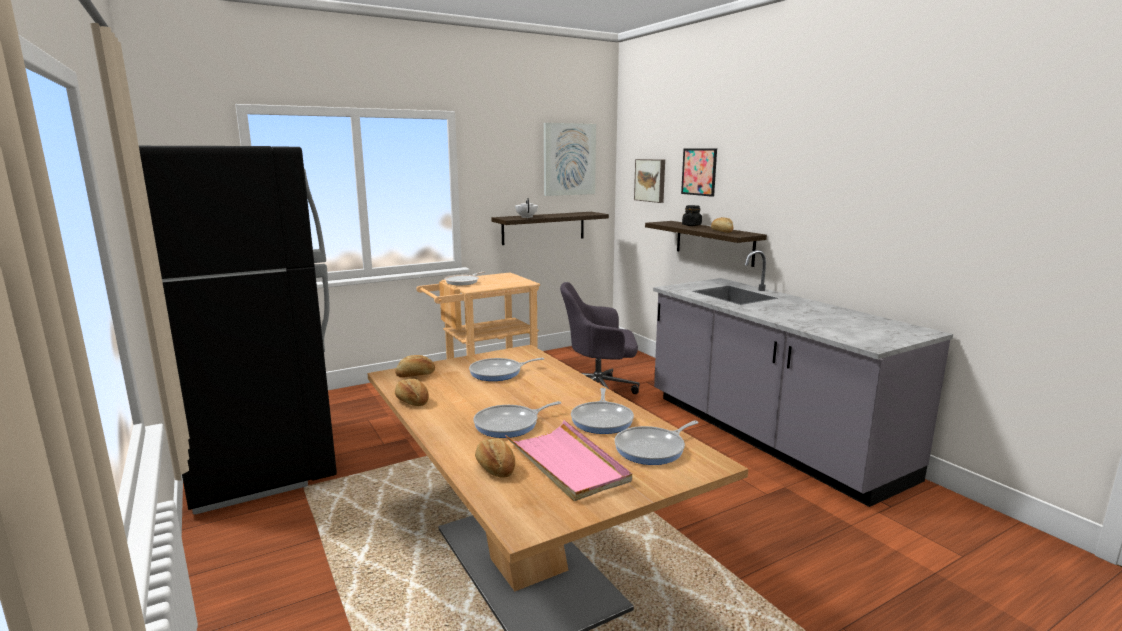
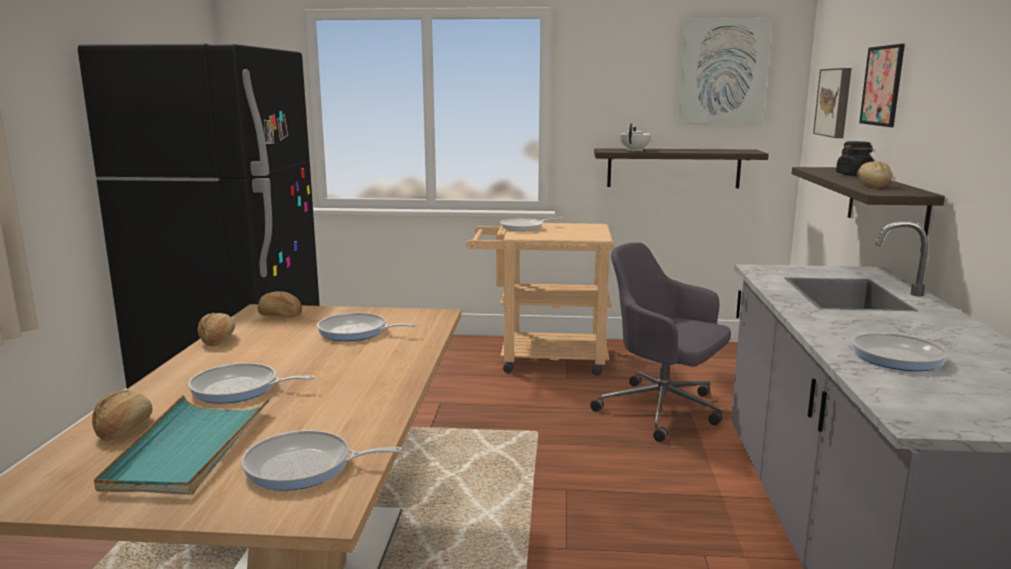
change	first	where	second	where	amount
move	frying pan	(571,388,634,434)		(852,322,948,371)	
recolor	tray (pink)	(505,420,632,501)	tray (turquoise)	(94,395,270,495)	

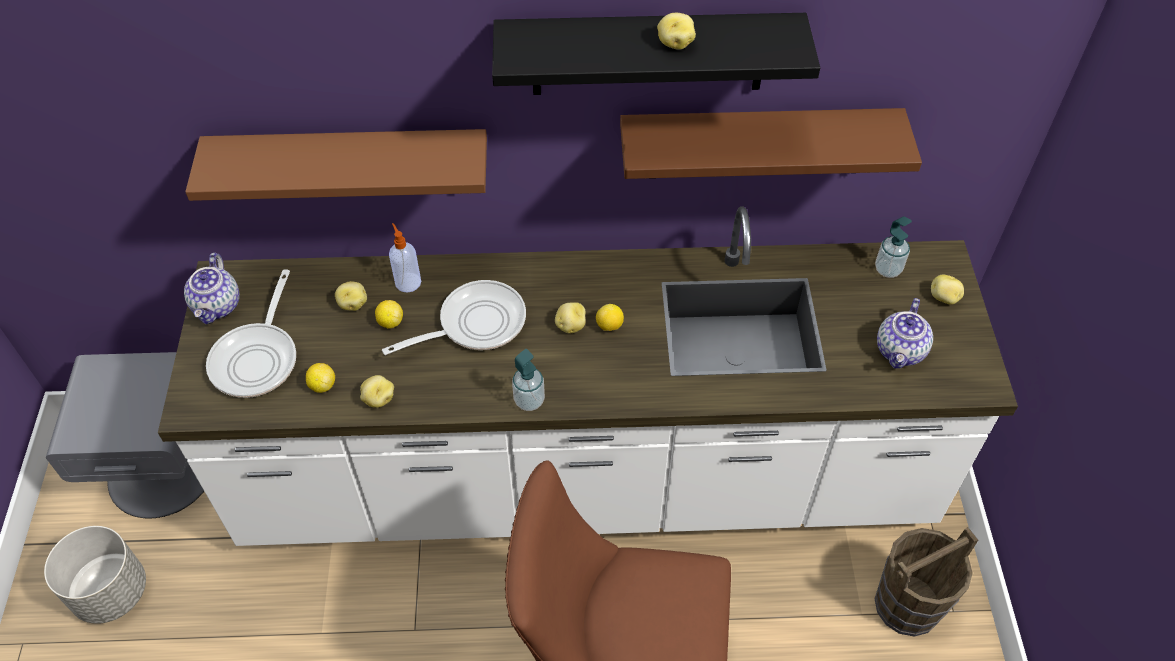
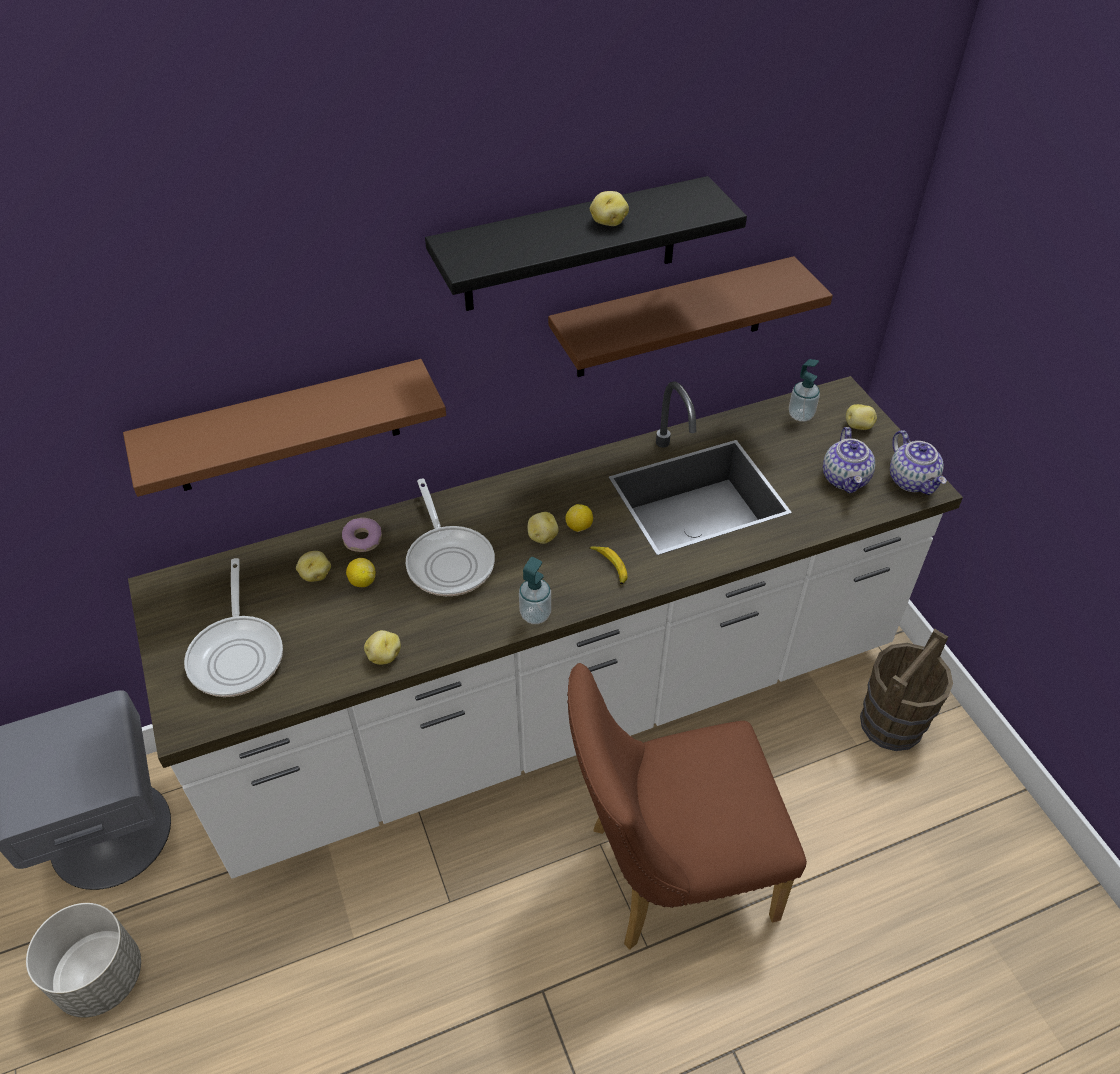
change	first	where	second	where	amount
delete	lemon	(306,363,335,393)			
insert			banana	(589,546,627,585)	
move	teapot	(184,253,240,324)		(890,430,947,495)	
replace	soap dispenser	(389,223,421,292)	donut	(342,518,382,552)	
rotate	frying pan	(382,280,526,355)		(406,478,495,596)	120 degrees clockwise

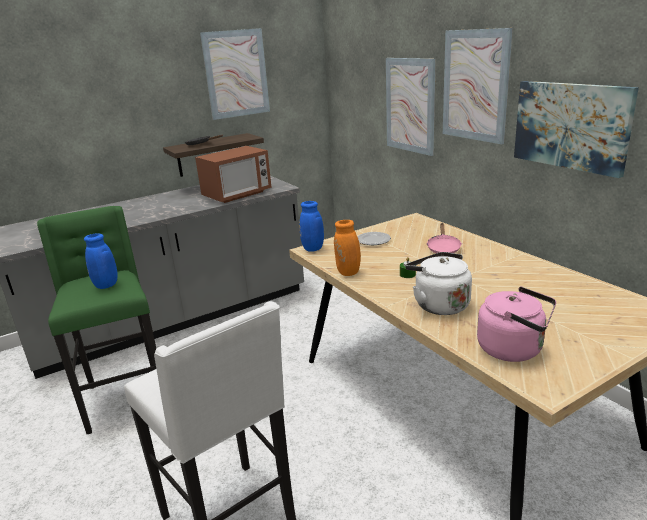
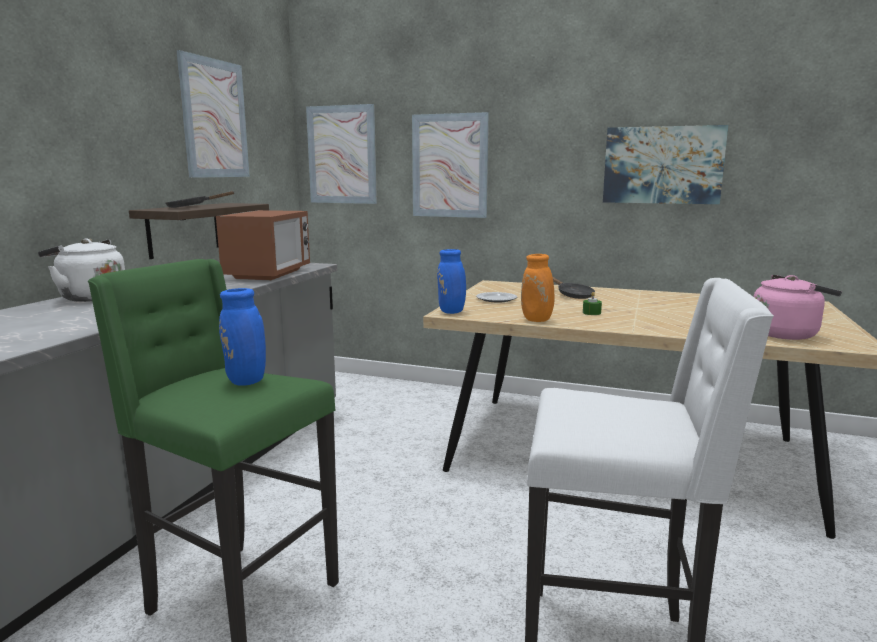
change	first	where	second	where	amount
move	kettle (white)	(405,252,472,315)		(38,238,125,302)	
move	picture	(443,28,513,144)		(306,104,377,204)	
recolor	frying pan (pink)	(426,223,462,253)	frying pan (black)	(553,277,595,299)	

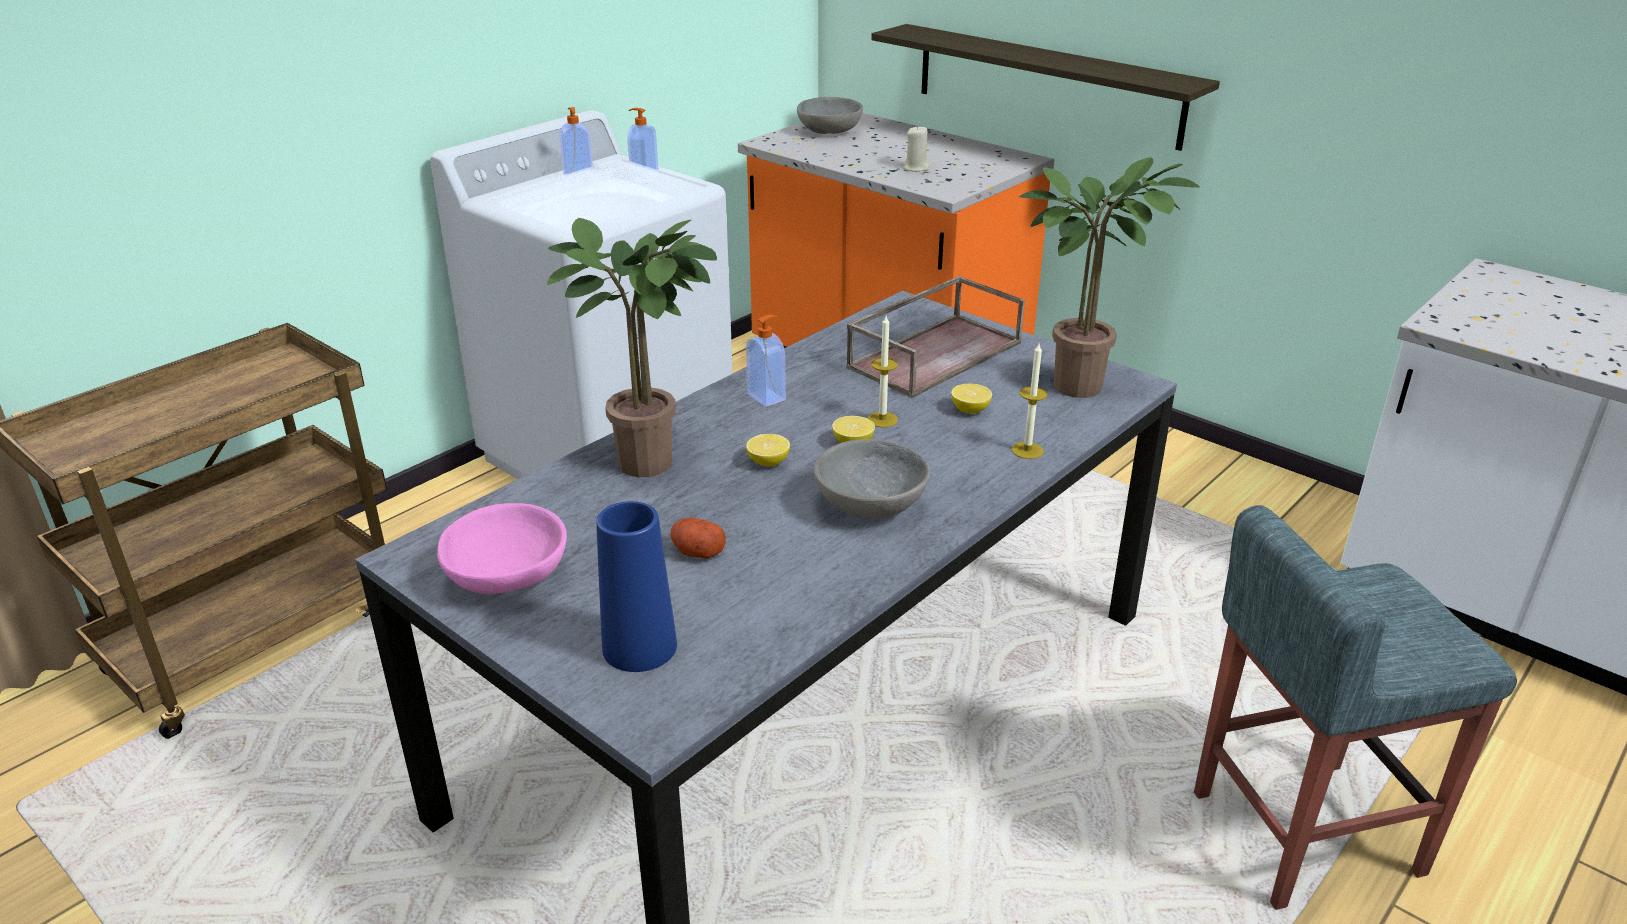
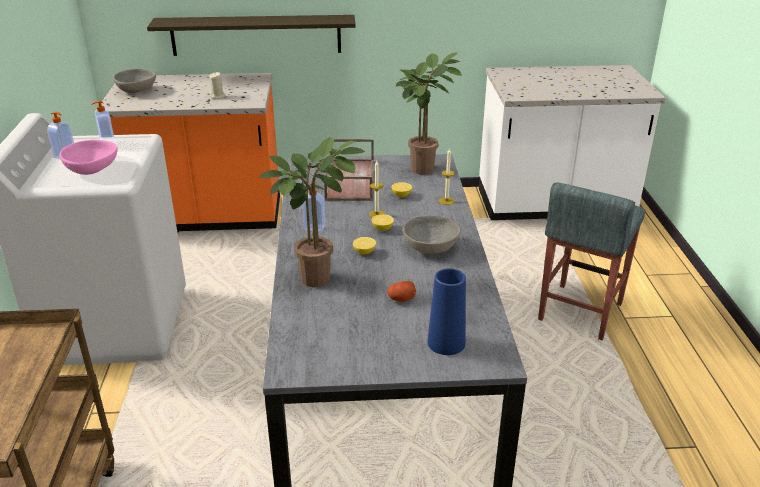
change	first	where	second	where	amount
move	bowl (pink)	(437,503,567,594)		(59,140,118,175)	

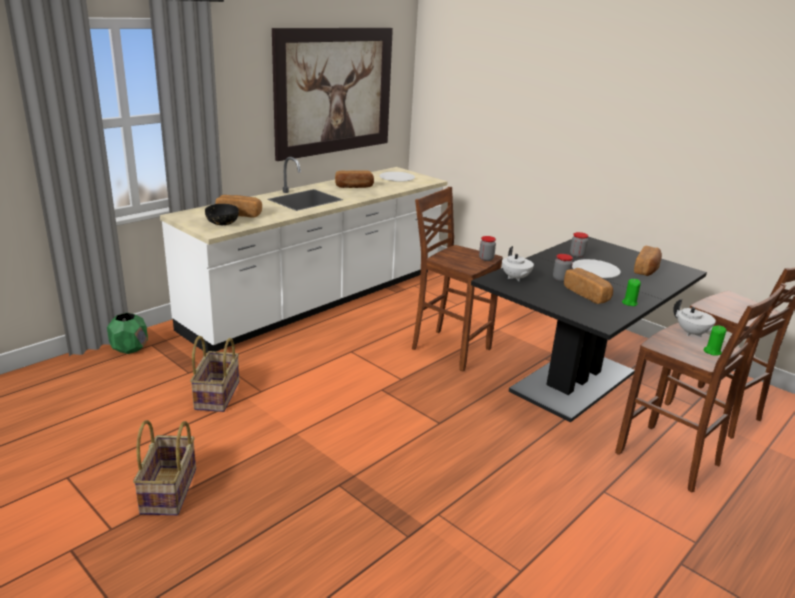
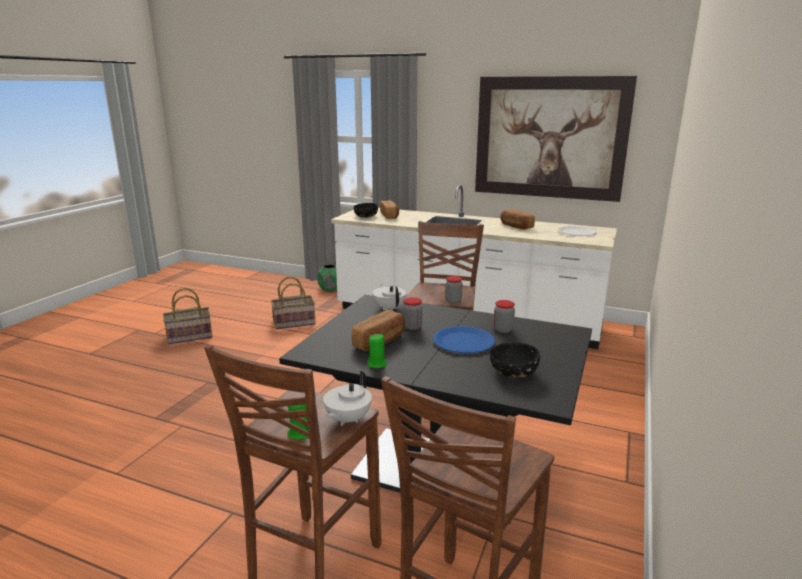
change	first	where	second	where	amount
replace	bread	(634,246,662,276)	bowl (black)	(490,342,540,378)	
recolor	plate (white)	(572,259,620,278)	plate (blue)	(433,326,495,353)	
rotate	teapot (white)	(502,246,534,281)		(373,284,407,311)	105 degrees clockwise

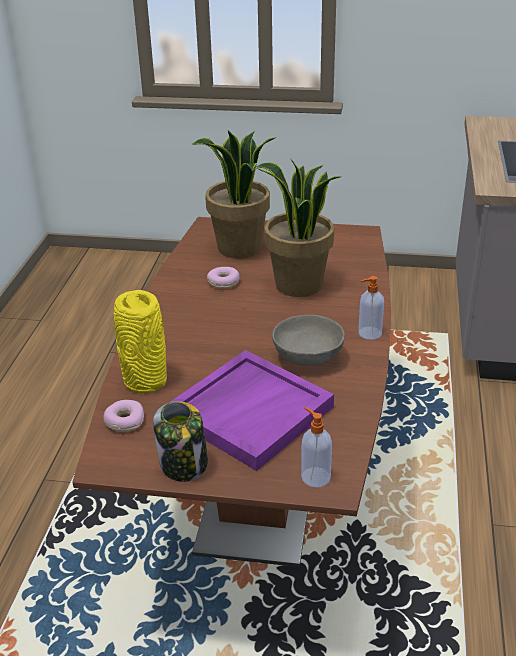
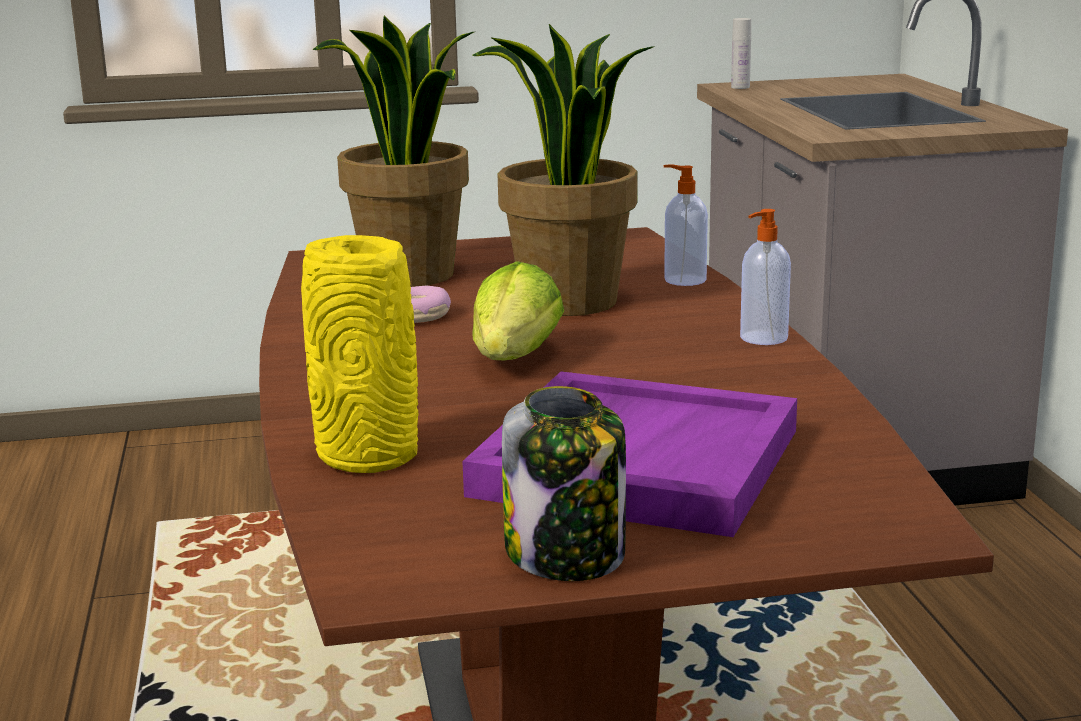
change	first	where	second	where	amount
delete	donut	(103,400,144,432)			
delete	bowl (grey)	(272,315,345,365)			
insert			lettuce	(472,261,564,360)	
insert			bottle (white)	(731,18,751,89)	
move	soap dispenser	(301,407,332,488)		(663,164,708,286)	

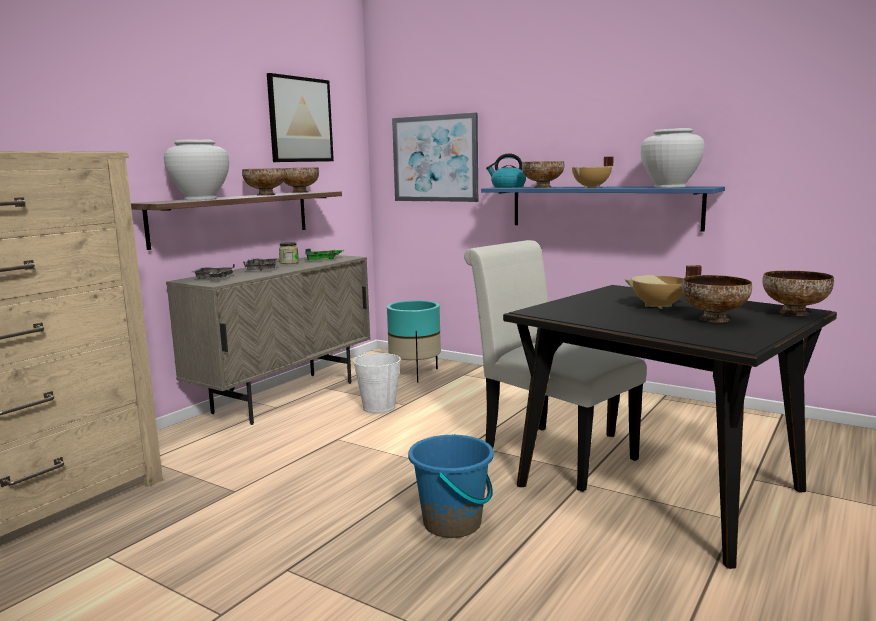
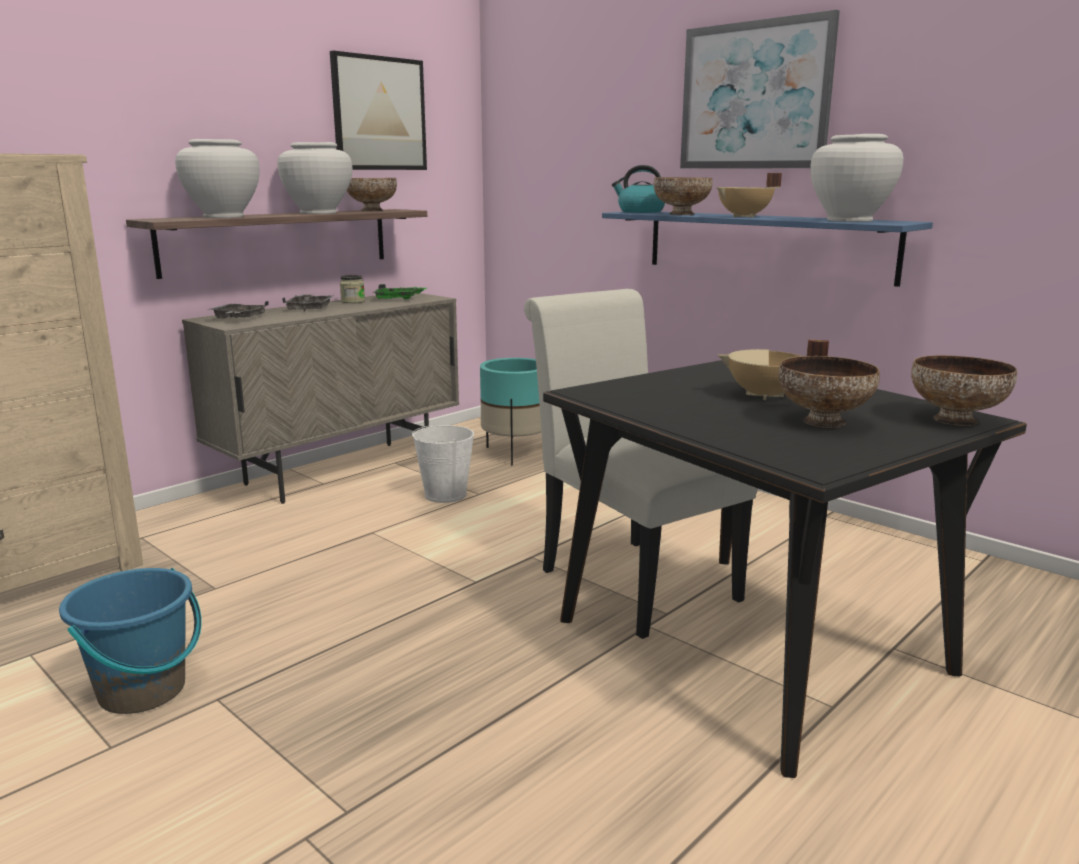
change	first	where	second	where	amount
move	picture	(392,113,478,202)		(680,10,840,169)	
move	bucket (blue)	(408,434,494,538)		(59,568,202,714)	
replace	bowl	(242,168,286,196)	vase (white)	(277,142,352,214)	

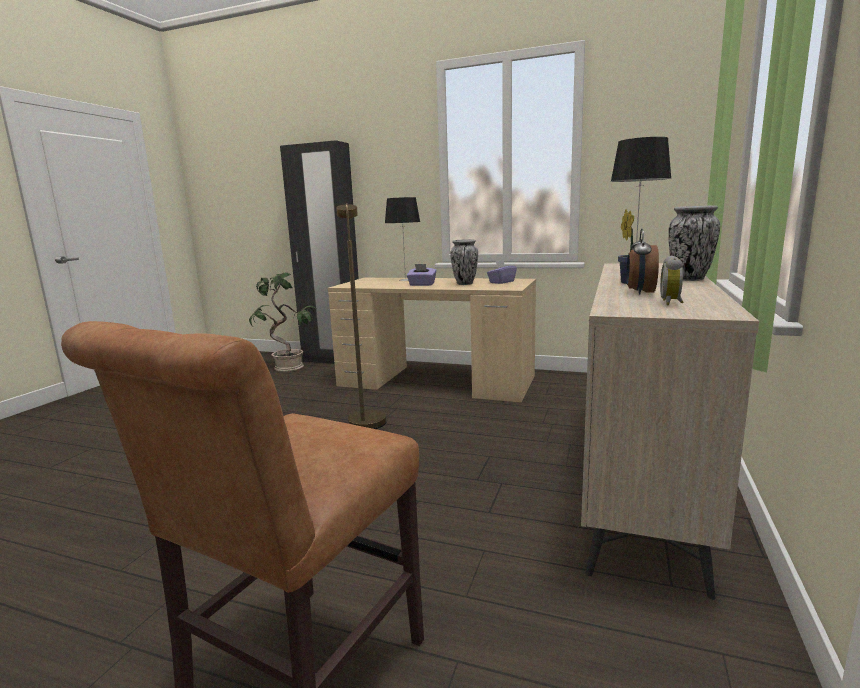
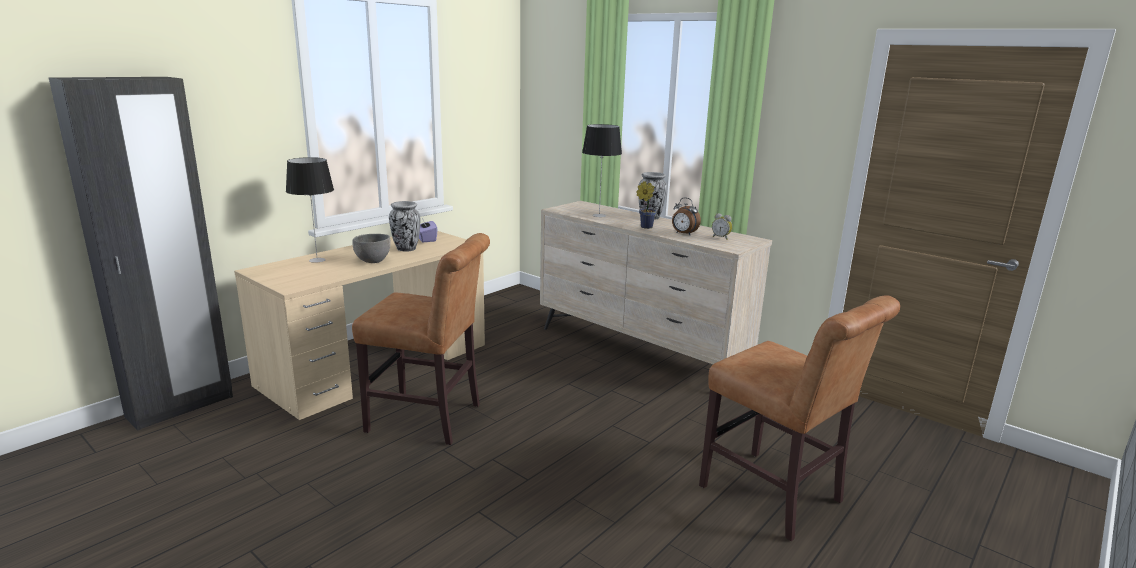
change	first	where	second	where	amount
delete	potted plant	(249,272,317,372)			
replace	floor lamp (brown)	(336,203,386,429)	chair (brown)	(352,233,490,445)	
replace	tissue box (purple)	(407,264,436,286)	bowl (grey)	(353,234,391,263)	

